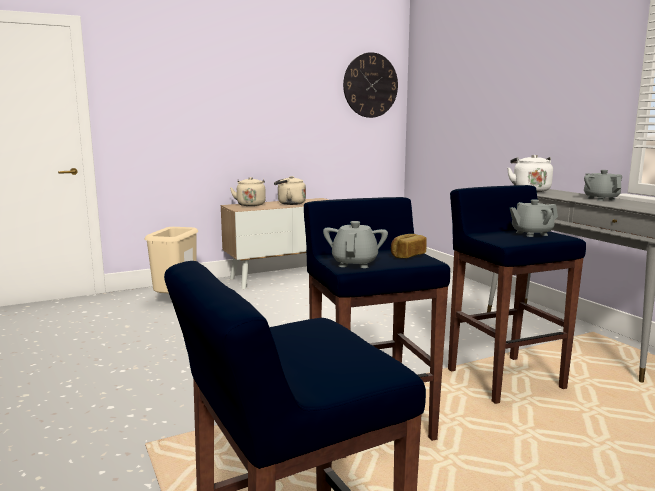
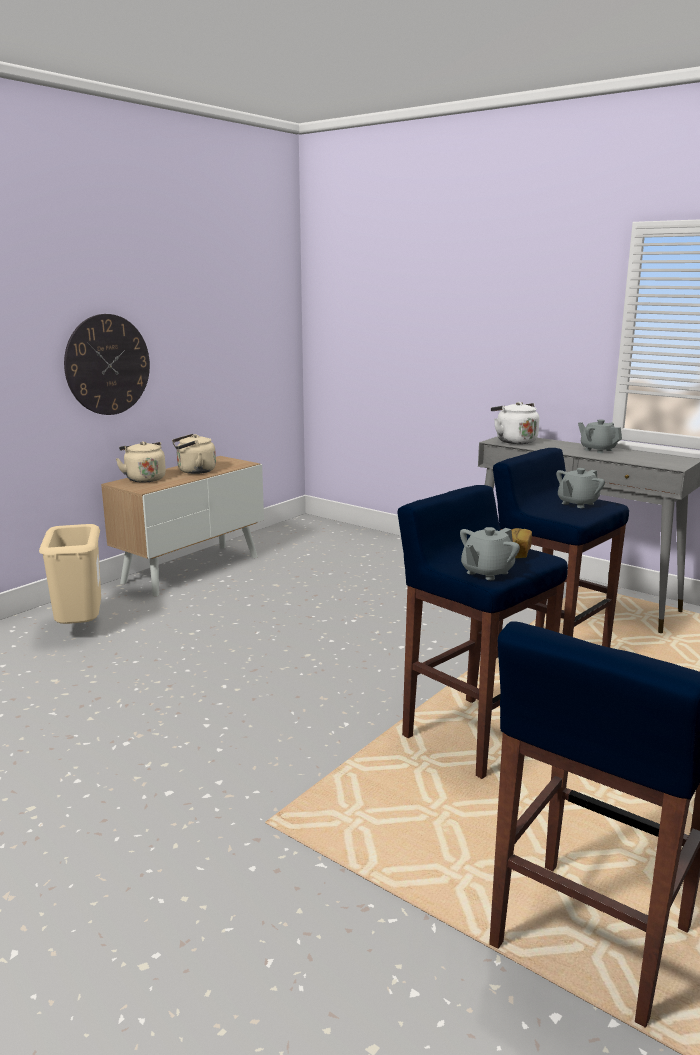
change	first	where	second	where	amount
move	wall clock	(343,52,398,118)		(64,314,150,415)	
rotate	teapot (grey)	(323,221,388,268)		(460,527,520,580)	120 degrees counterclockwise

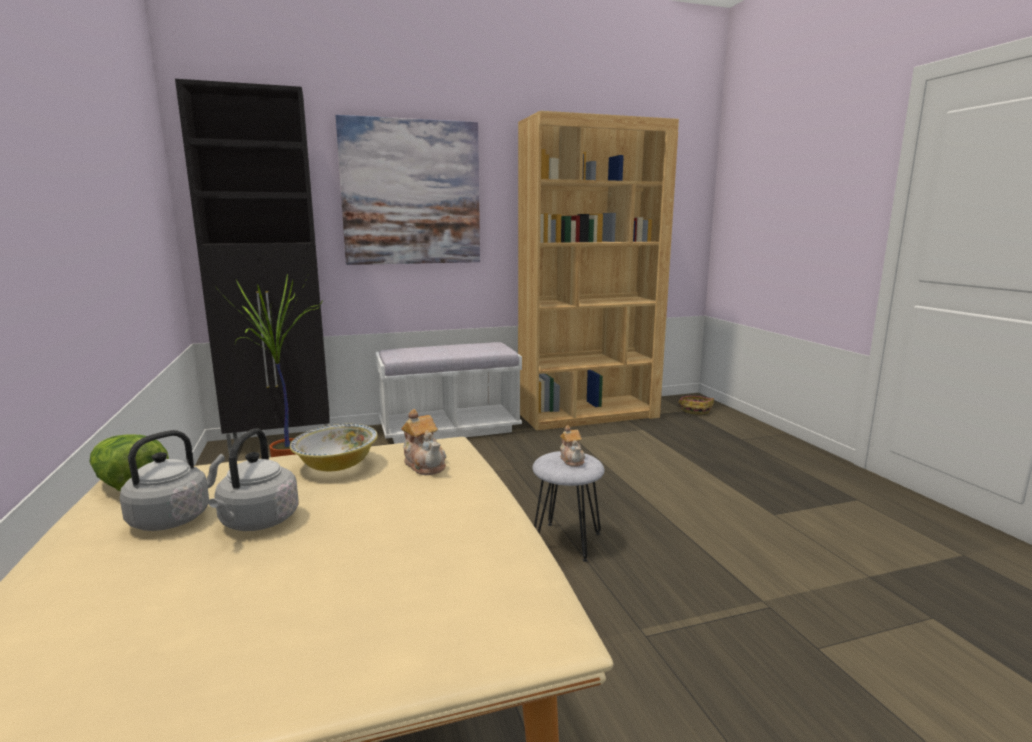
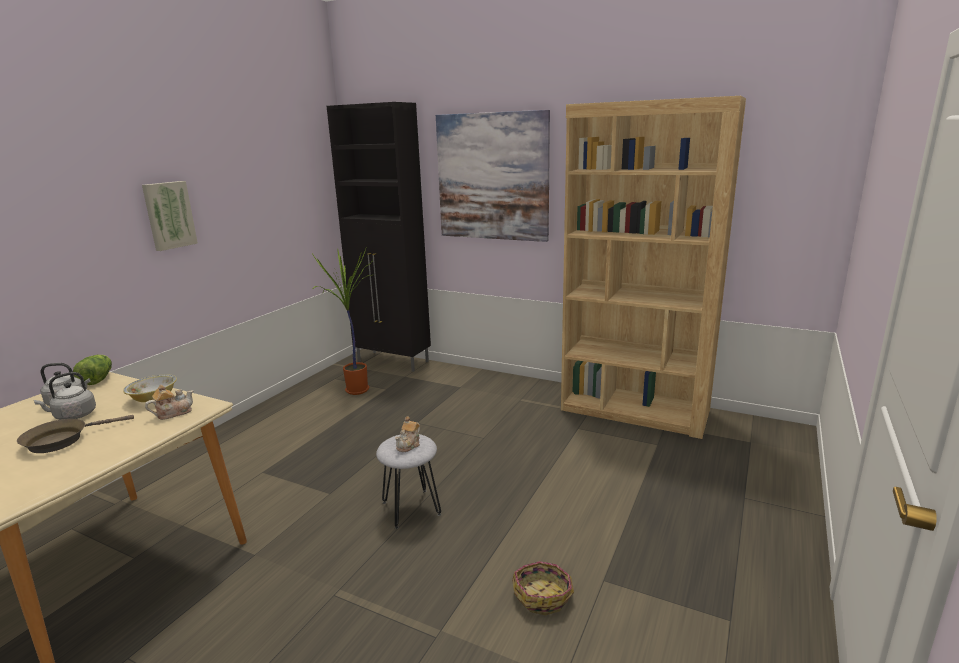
change	first	where	second	where	amount
delete	bench (white)	(375,342,522,444)			
insert			frying pan (brown)	(17,415,134,453)	
insert			picture	(142,181,198,251)	
move	basket	(677,396,714,415)		(512,561,574,615)	
rotate	teapot	(401,409,446,475)		(145,385,194,420)	135 degrees counterclockwise

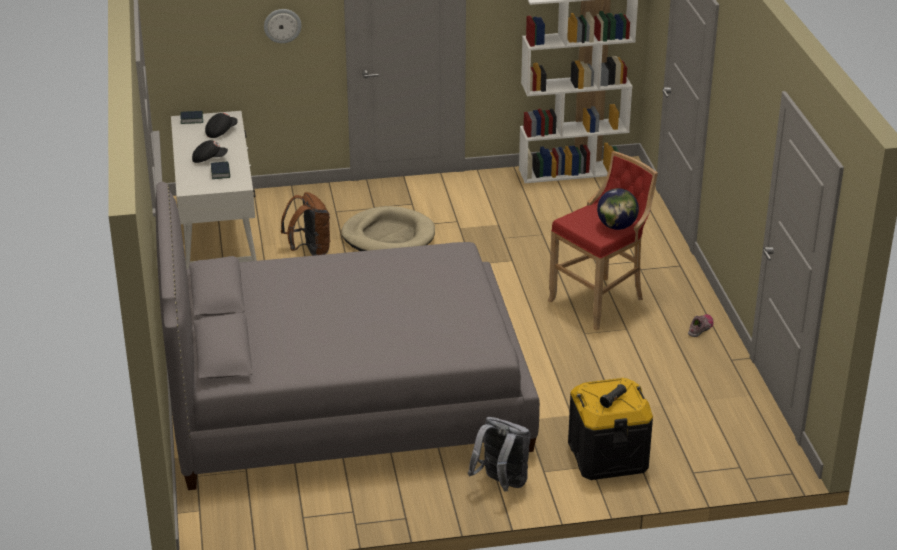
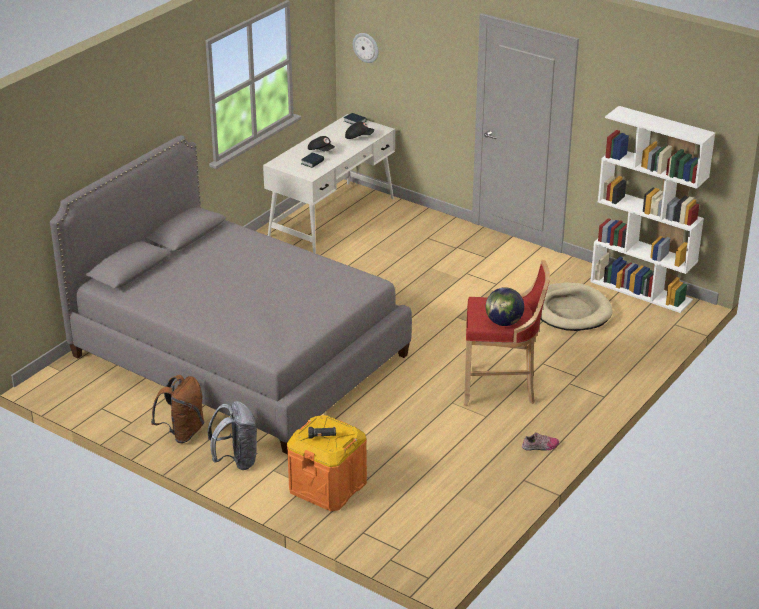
change	first	where	second	where	amount
move	wall clock	(264,9,302,43)		(353,33,379,63)	
move	backpack (brown)	(281,192,330,256)		(151,375,204,443)	
move	dog bed (beige)	(341,206,435,251)		(540,282,613,331)	
recolor	storage box (black)	(568,378,653,480)	storage box (orange)	(287,415,367,511)	

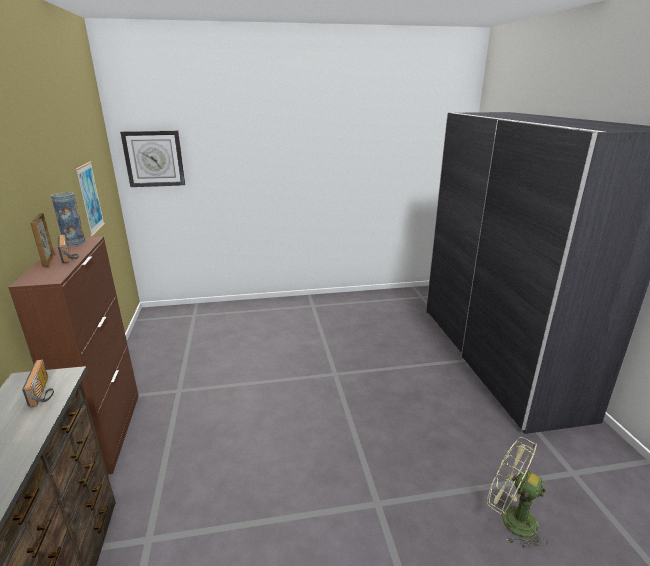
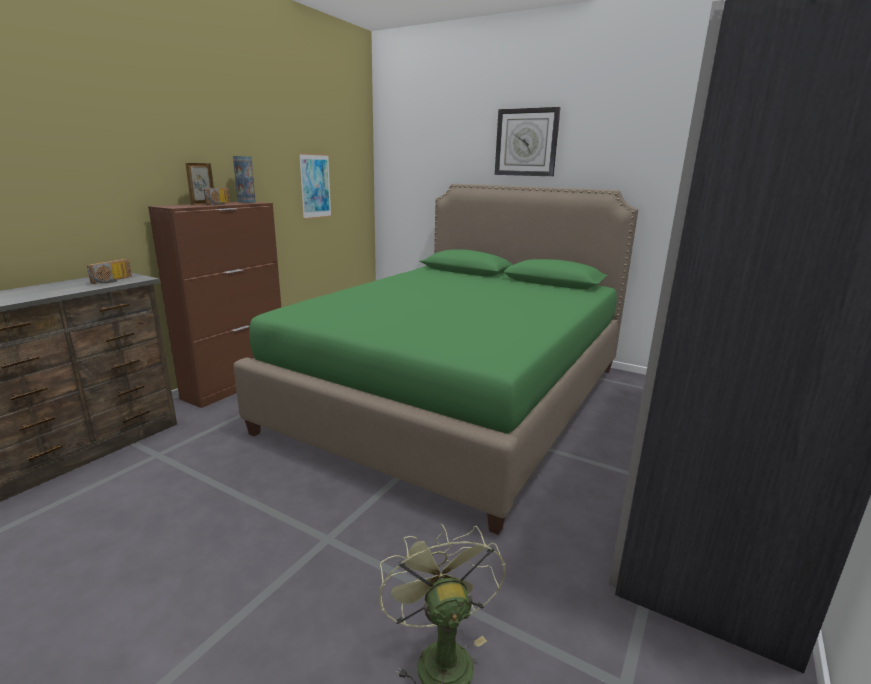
change	first	where	second	where	amount
insert			bed (green)	(234,184,638,535)	
move	wall clock	(120,131,185,187)		(495,107,561,176)	

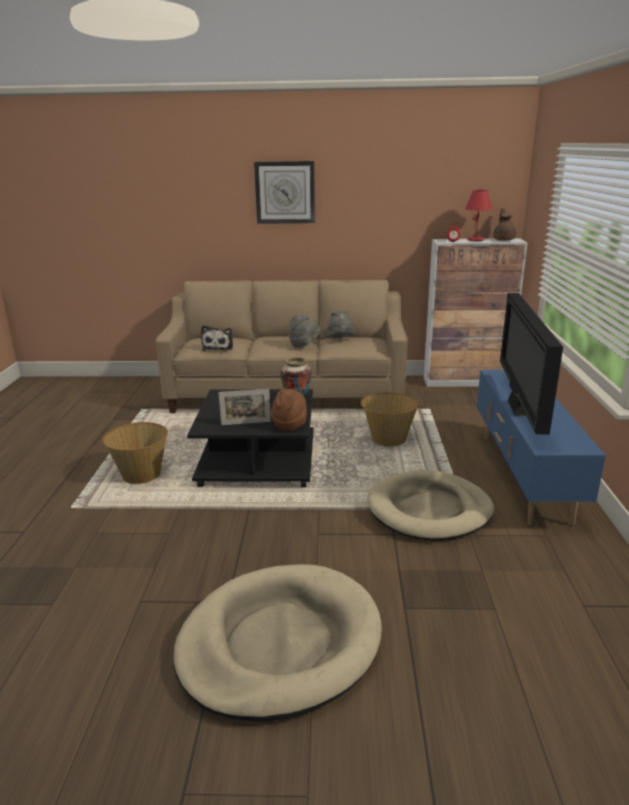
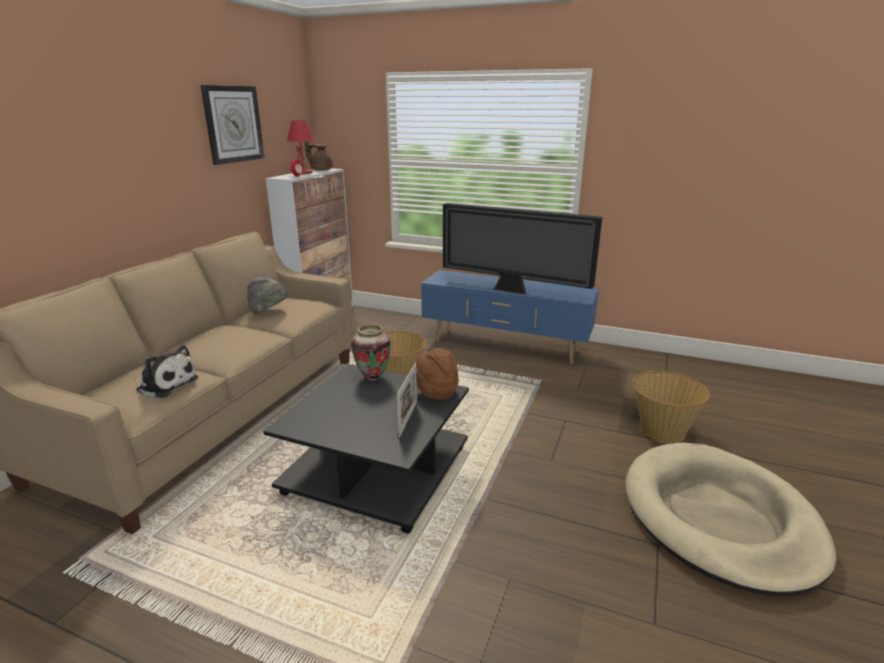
change	first	where	second	where	amount
delete	hat (grey)	(289,315,320,348)			
delete	dog bed (beige)	(367,470,494,541)			
move	basket	(102,422,168,484)		(632,371,710,443)	
move	wall clock	(254,161,315,224)		(200,85,265,165)	

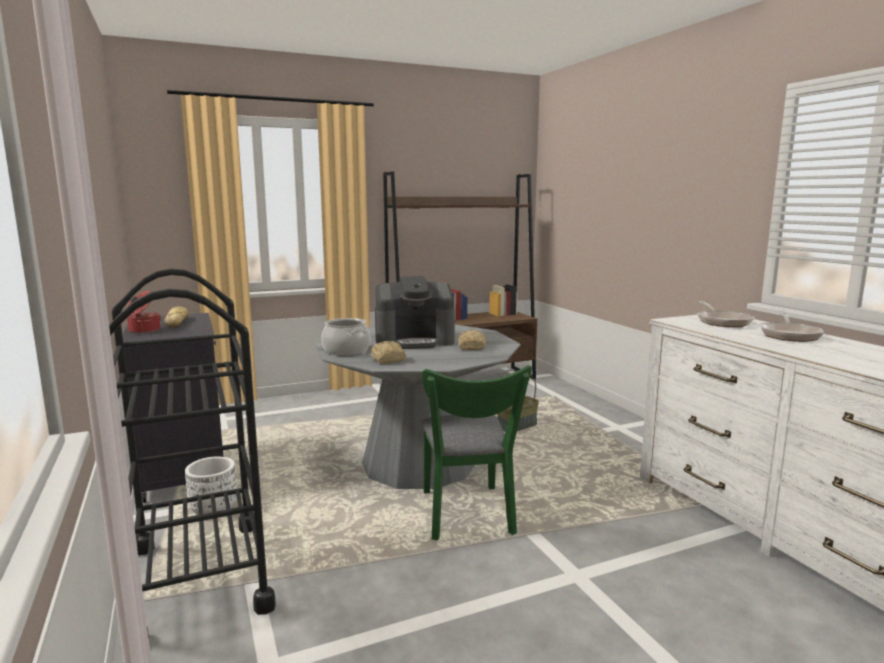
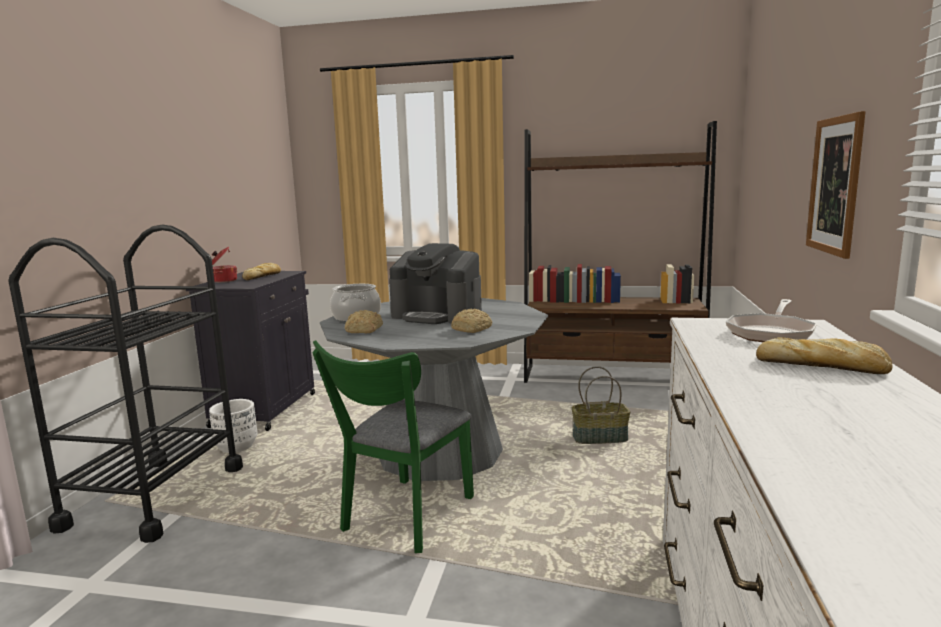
change	first	where	second	where	amount
insert			picture	(806,111,865,259)	
replace	frying pan	(760,312,824,342)	bread	(756,337,892,374)	

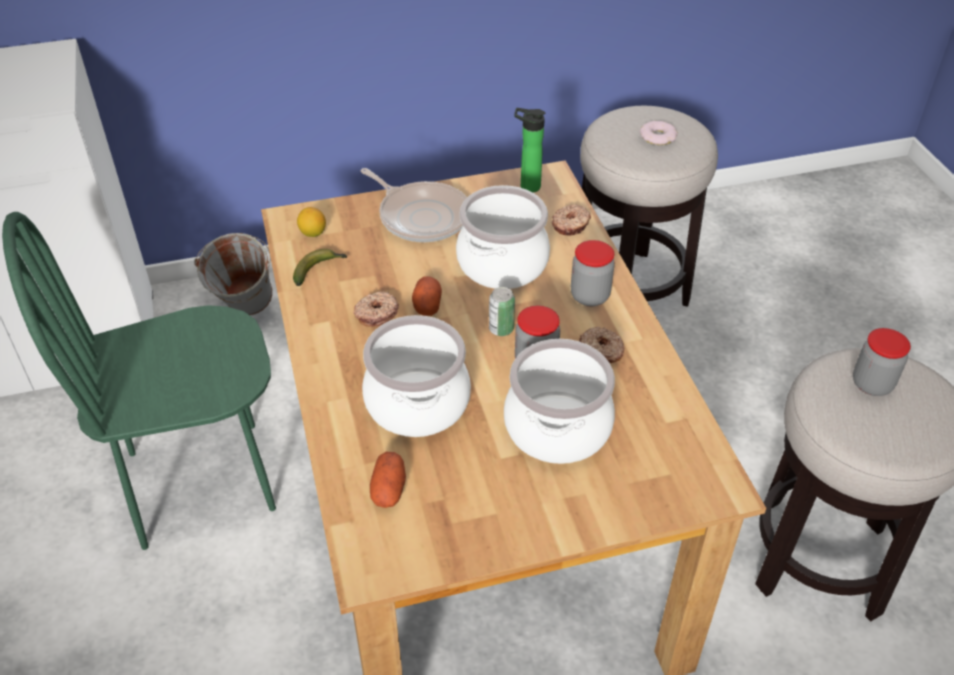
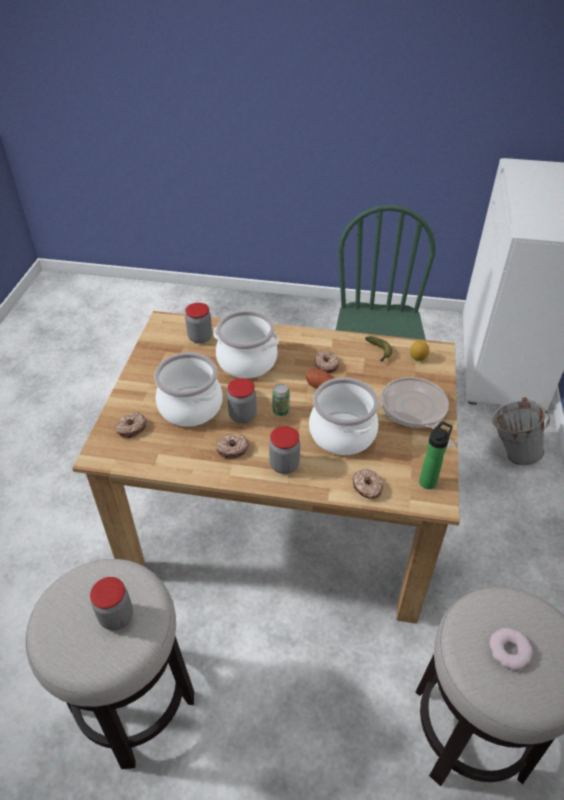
change	first	where	second	where	amount
insert			donut	(115,412,147,438)	
replace	potato	(370,451,406,508)	jar	(185,303,212,344)	
rotate	frying pan	(360,168,467,242)		(380,377,455,447)	90 degrees clockwise

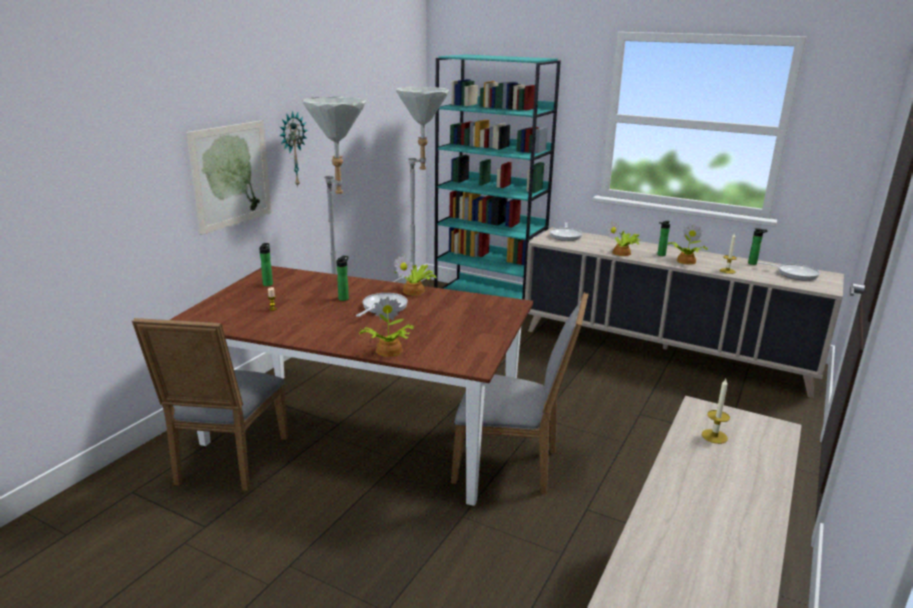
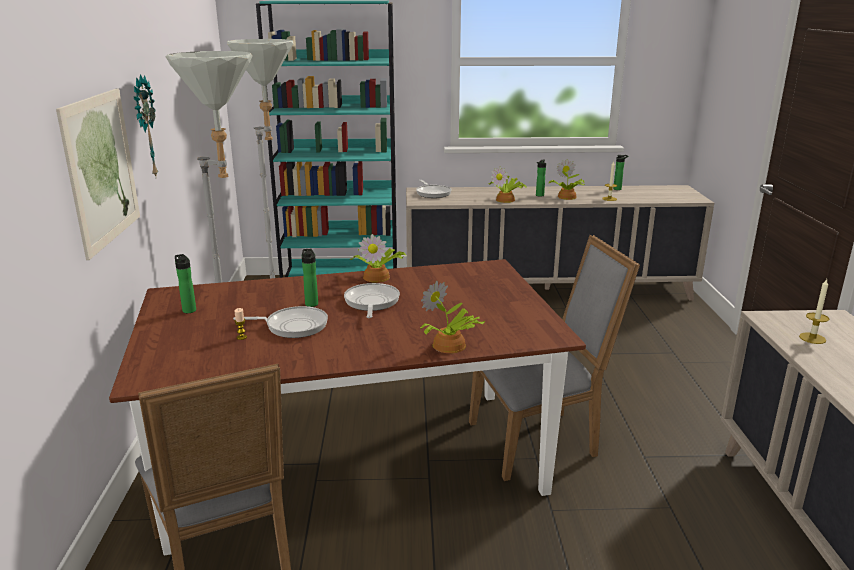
change	first	where	second	where	amount
move	frying pan	(757,262,820,281)		(233,306,328,338)	

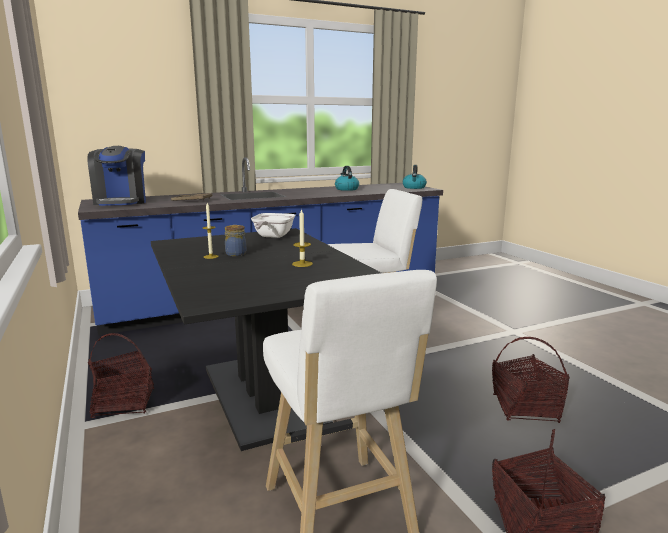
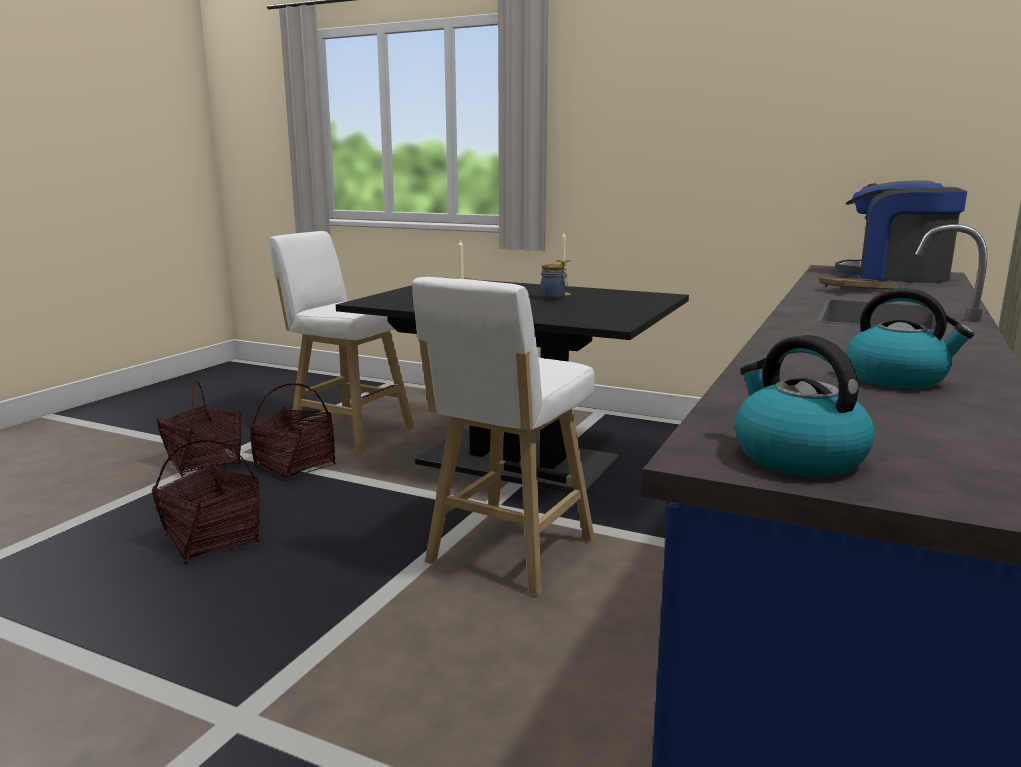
change	first	where	second	where	amount
delete	frying pan	(251,213,295,238)			
move	basket	(88,333,154,418)		(250,383,336,481)	

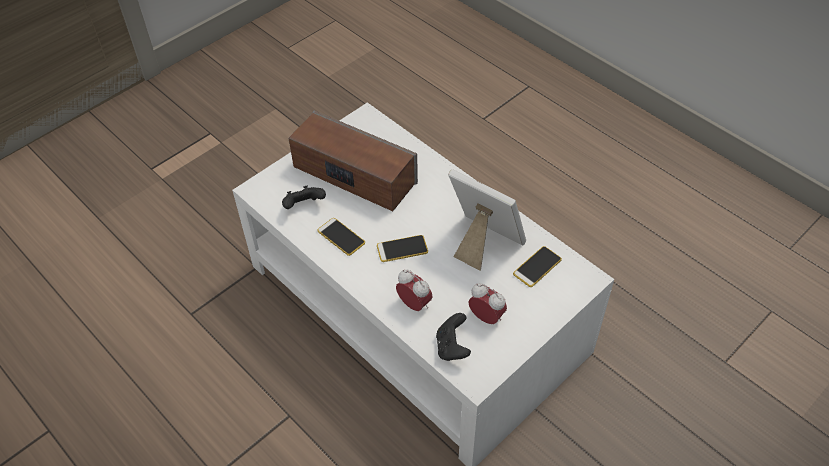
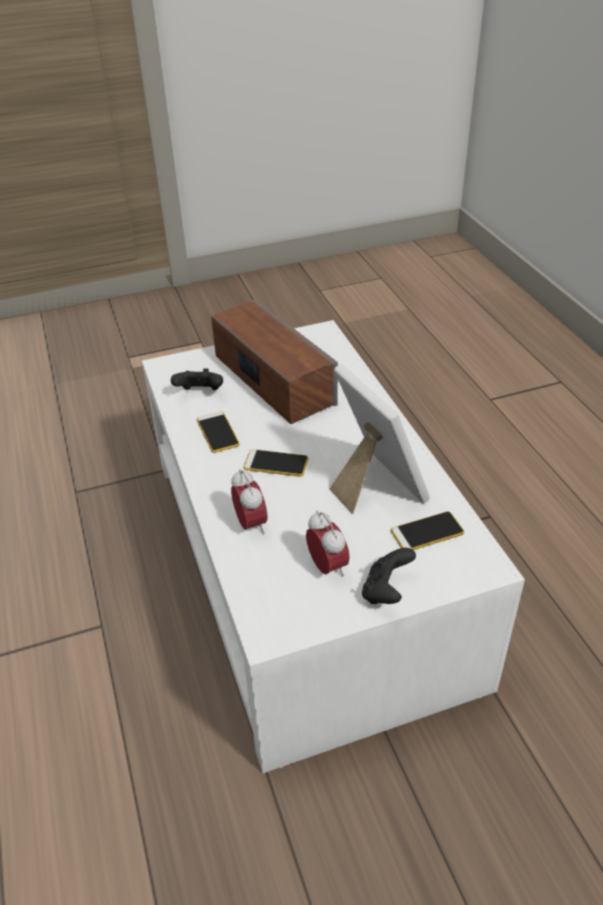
change	first	where	second	where	amount
move	game controller (black)	(436,313,471,361)		(362,548,416,604)	

